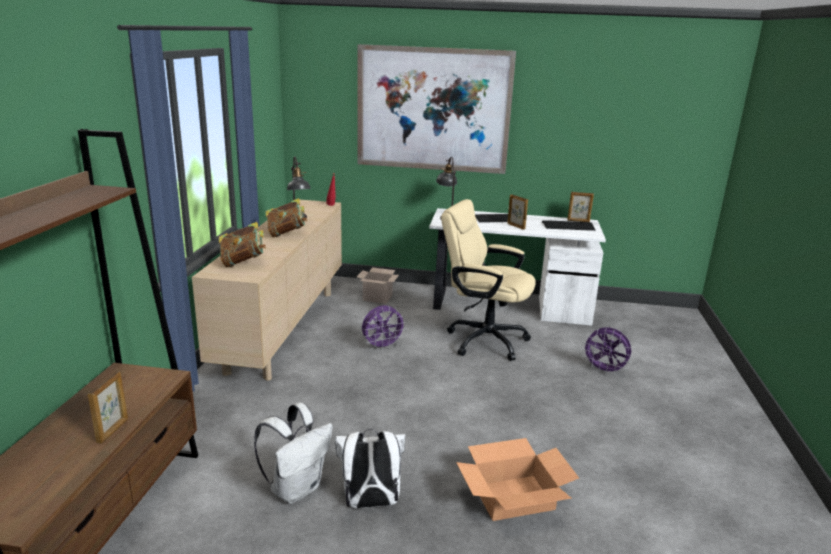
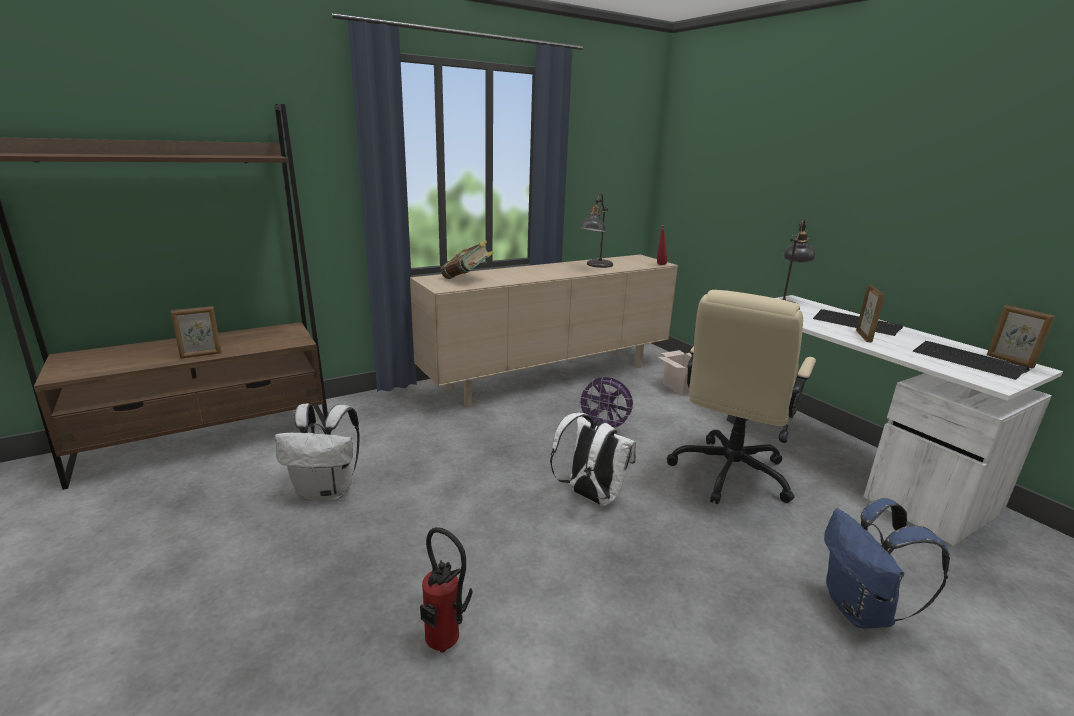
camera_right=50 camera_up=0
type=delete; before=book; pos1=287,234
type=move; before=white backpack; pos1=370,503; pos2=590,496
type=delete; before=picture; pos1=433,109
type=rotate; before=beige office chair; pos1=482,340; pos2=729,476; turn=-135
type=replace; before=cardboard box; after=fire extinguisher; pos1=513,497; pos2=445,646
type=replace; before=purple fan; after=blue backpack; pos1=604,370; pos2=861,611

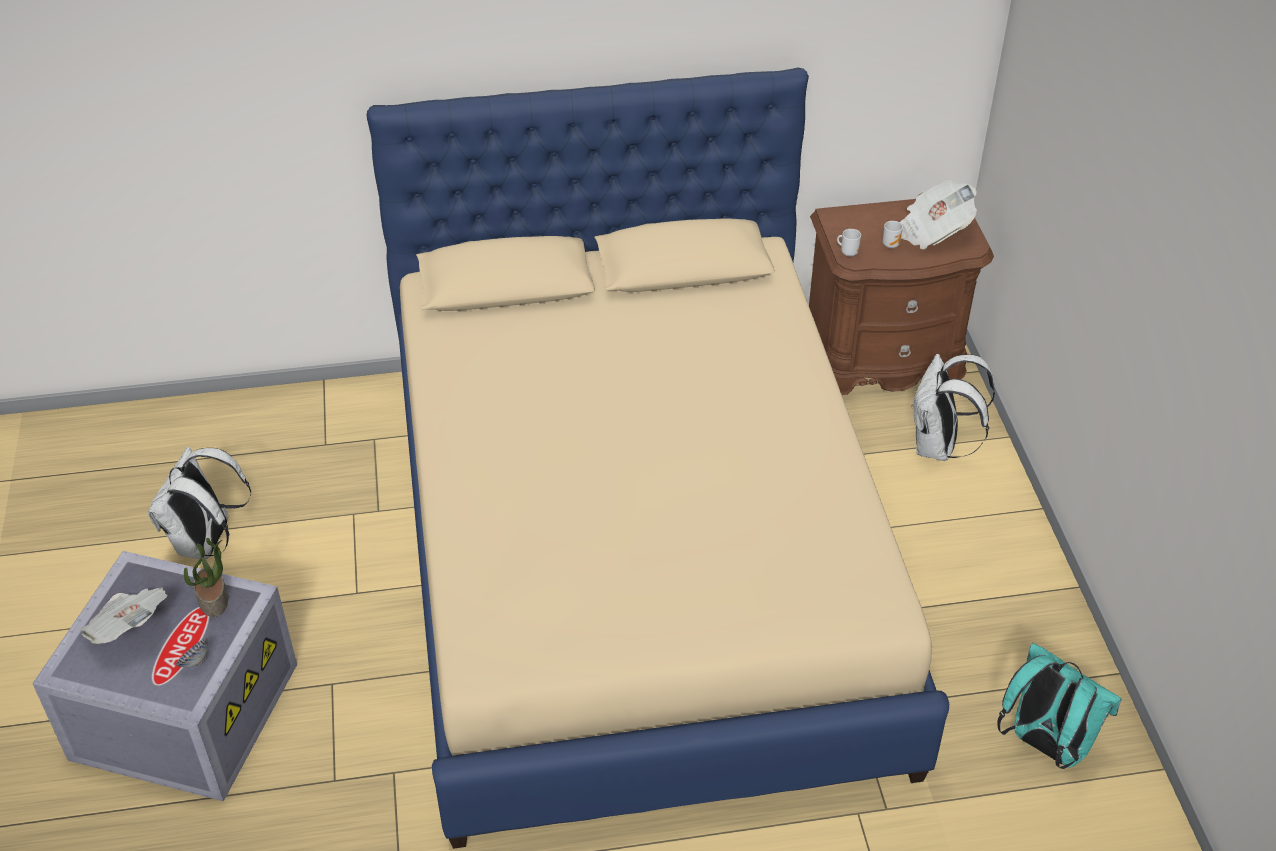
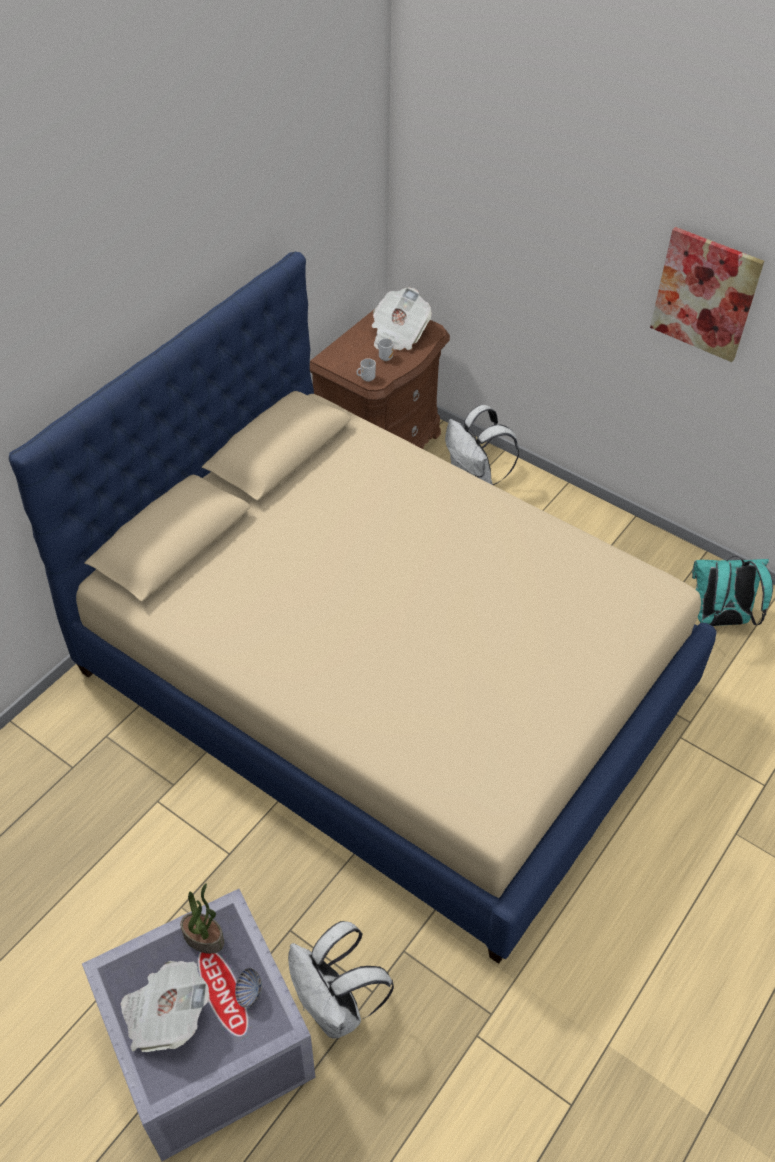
camera_right=-45 camera_up=5
type=move; before=white backpack; pos1=207,543; pos2=336,1008
type=insert; after=picture; pos2=705,294

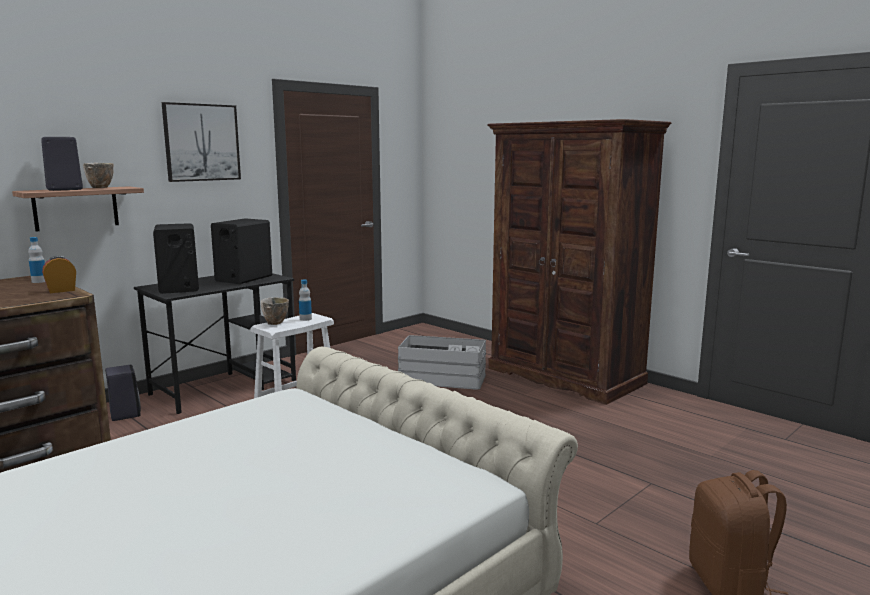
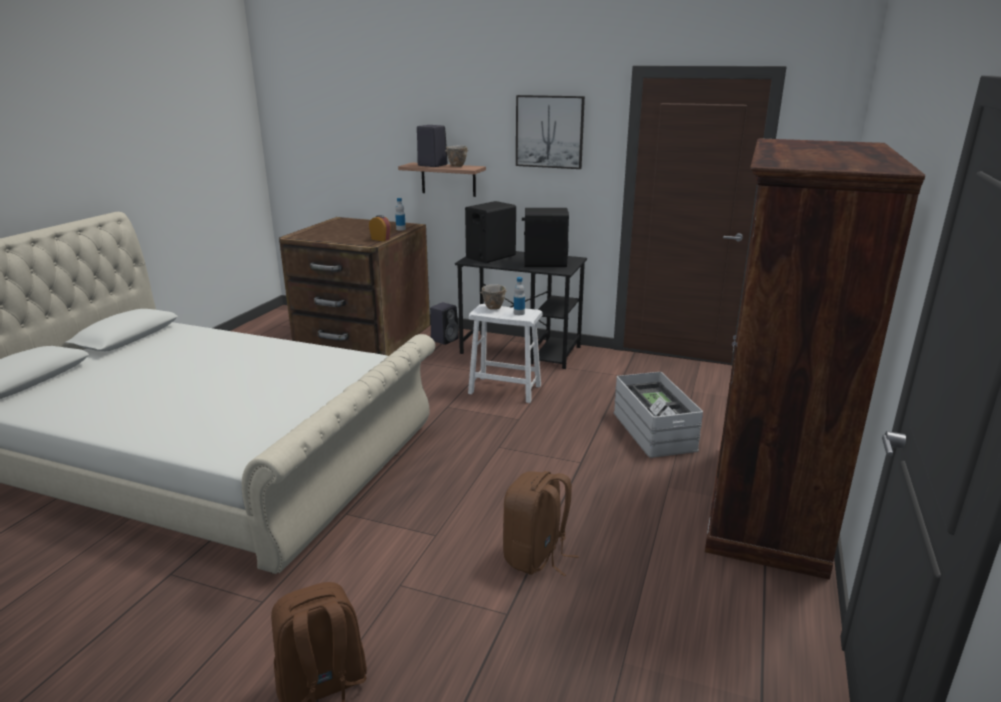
camera_right=65 camera_up=10
type=insert; after=brown backpack; pos2=536,556

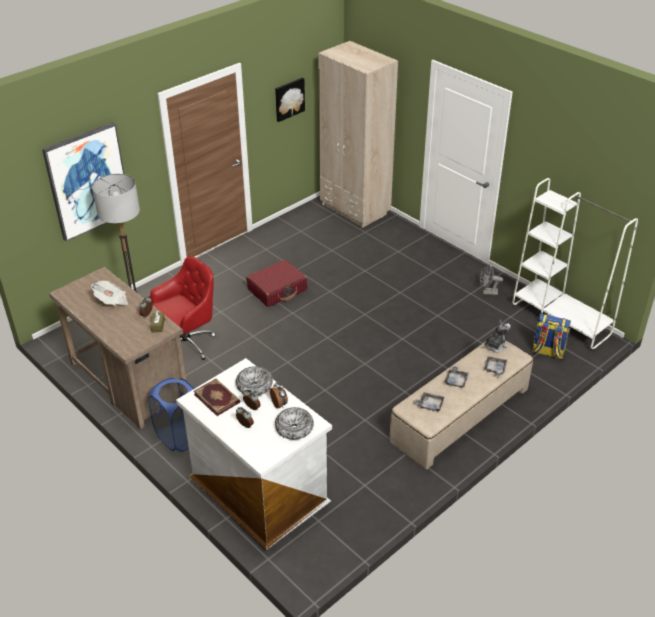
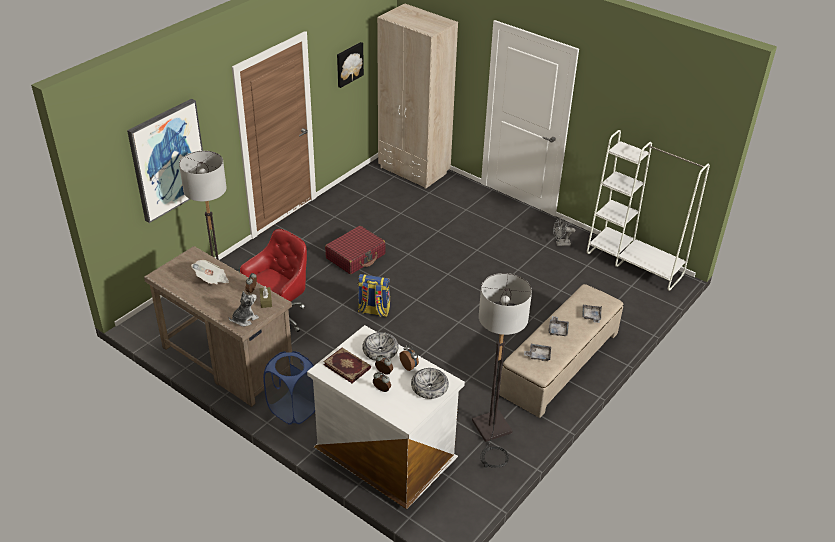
camera_right=-10 camera_up=0
type=move; before=plush toy; pos1=495,346; pos2=244,319
type=move; before=backpack; pos1=547,352; pos2=373,310
type=insert; after=floor lamp; pos2=492,436

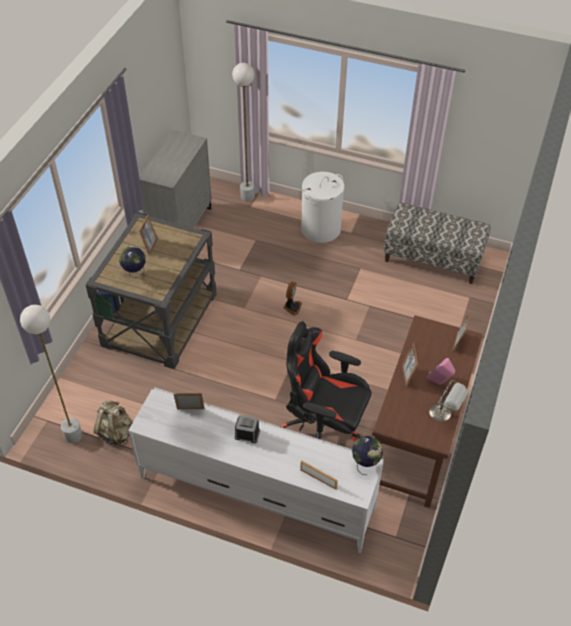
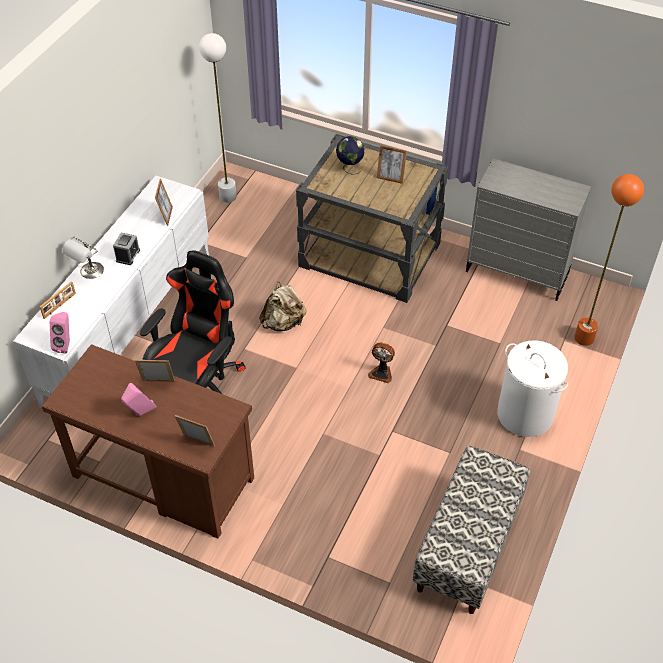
camera_right=95 camera_up=0
type=move; before=beige backpack; pos1=116,432; pos2=283,322
type=recolor; before=white floor lamp; after=orange floor lamp; pos1=247,197; pos2=584,338
type=replace; before=globe; after=pink speaker; pos1=365,463; pos2=65,344
type=move; before=white table lamp; pos1=444,413; pos2=89,273

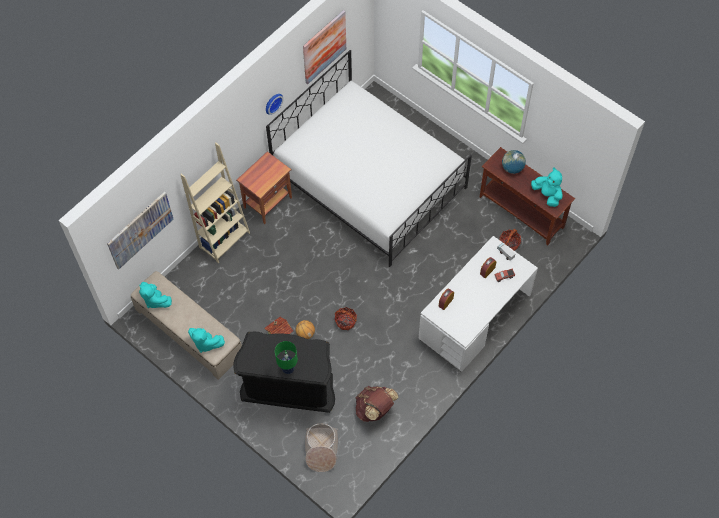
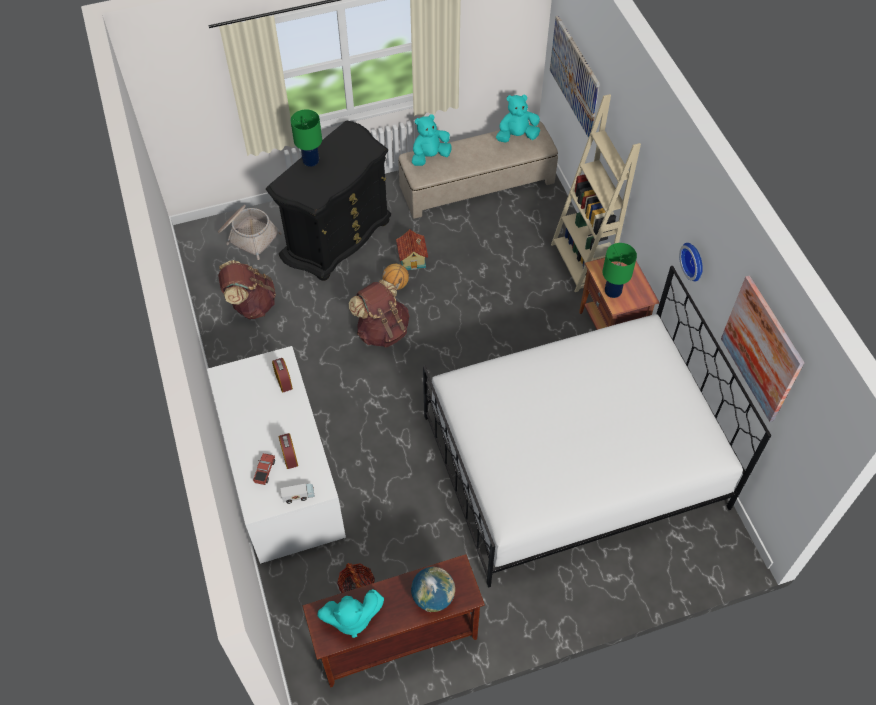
camera_right=120 camera_up=-5
type=replace; before=basket; after=brown backpack; pos1=345,321; pos2=382,330
type=insert; after=green table lamp; pos2=613,293

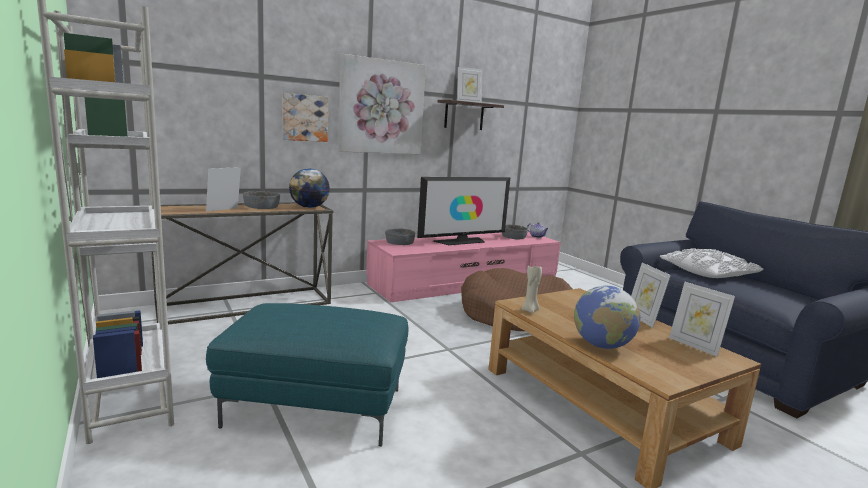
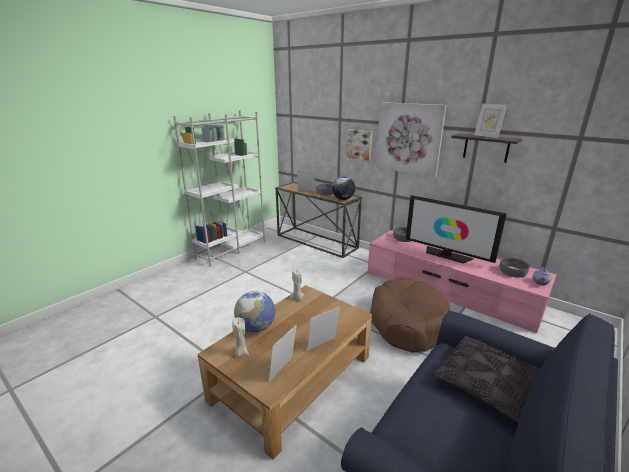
camera_right=70 camera_up=10
type=delete; before=turquoise ottoman; pos1=314,408
type=recolor; before=white pillow; after=black pillow; pos1=708,273; pos2=485,383
type=insert; after=beige candle; pos2=241,353

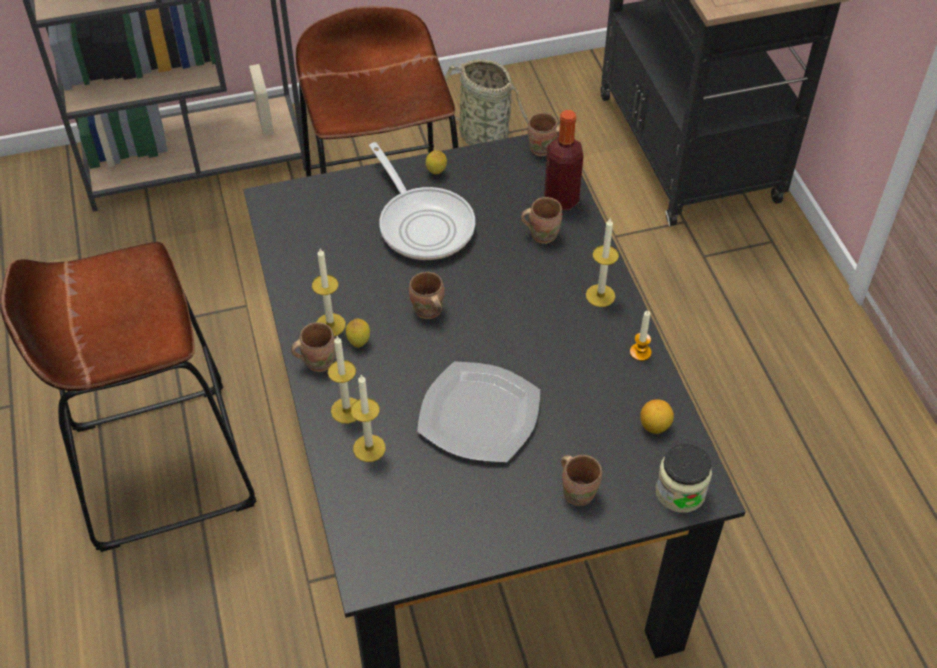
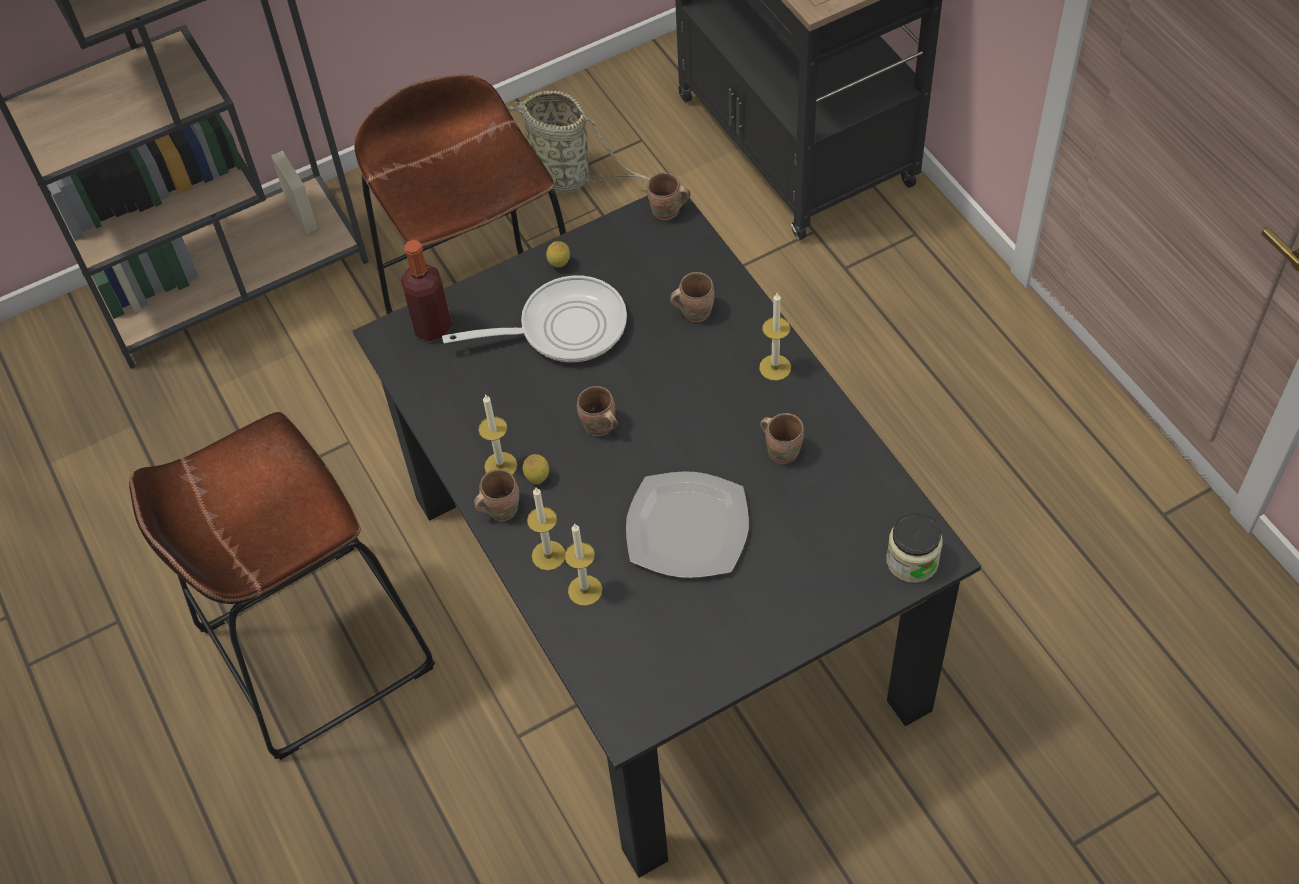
camera_right=-10 camera_up=5
type=rotate; before=frying pan; pos1=423,224; pos2=563,328; turn=-60
type=move; before=bottle; pos1=561,200; pos2=432,327
type=move; before=brown mug; pos1=579,491; pos2=782,449
type=delete; before=candle; pos1=640,352
type=delete; before=lemon; pos1=655,426

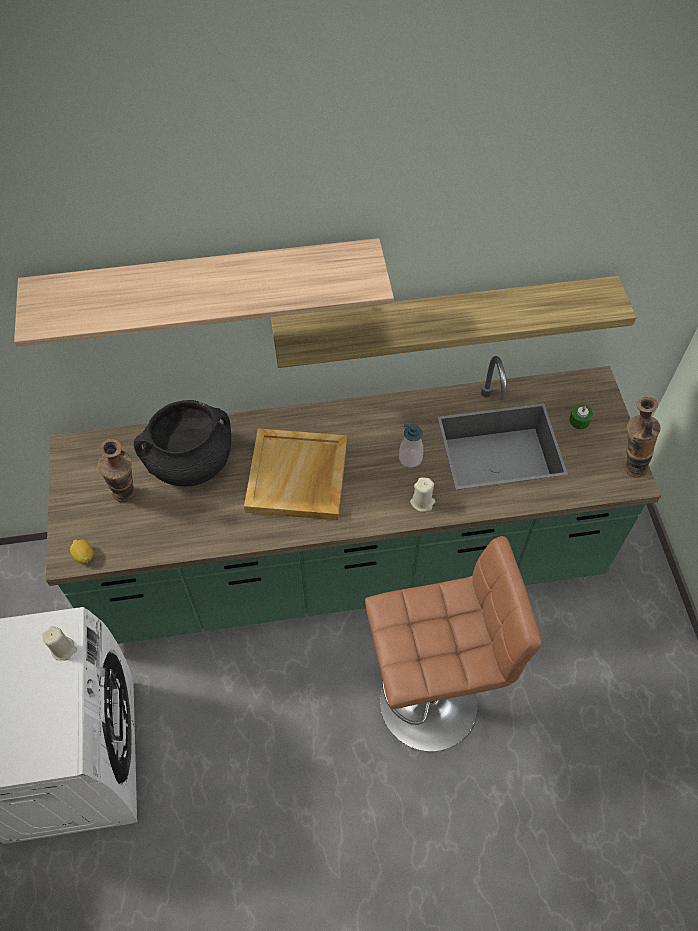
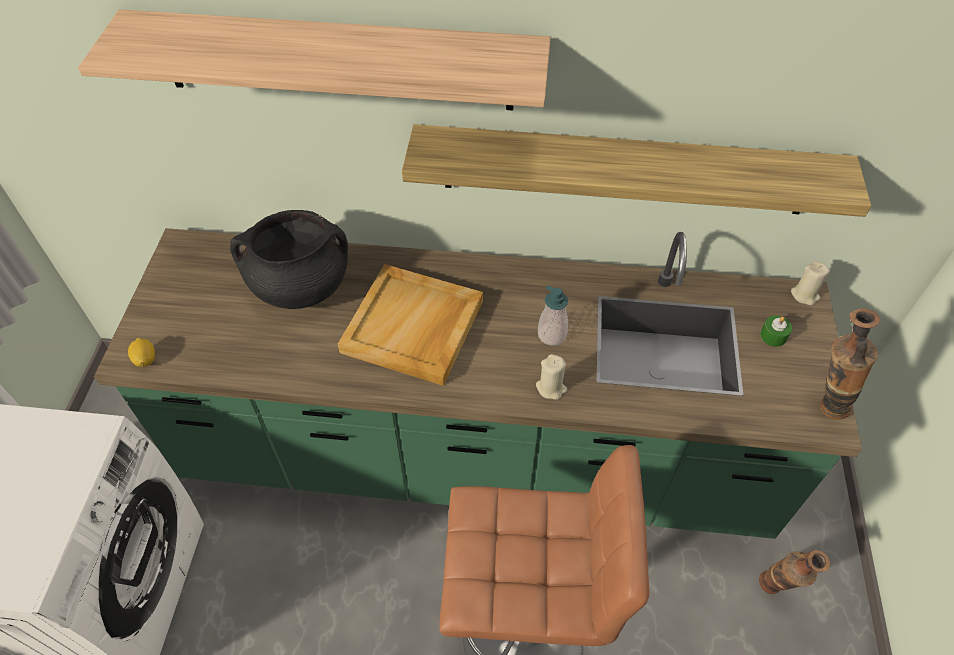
camera_right=15 camera_up=-5
type=move; before=beige candle; pos1=63,649; pos2=805,295
type=move; before=vase; pos1=128,498; pos2=774,590

